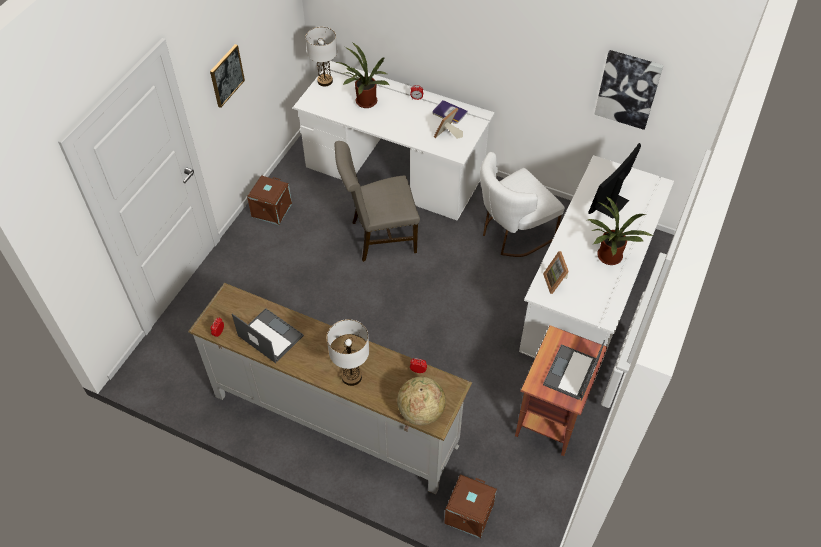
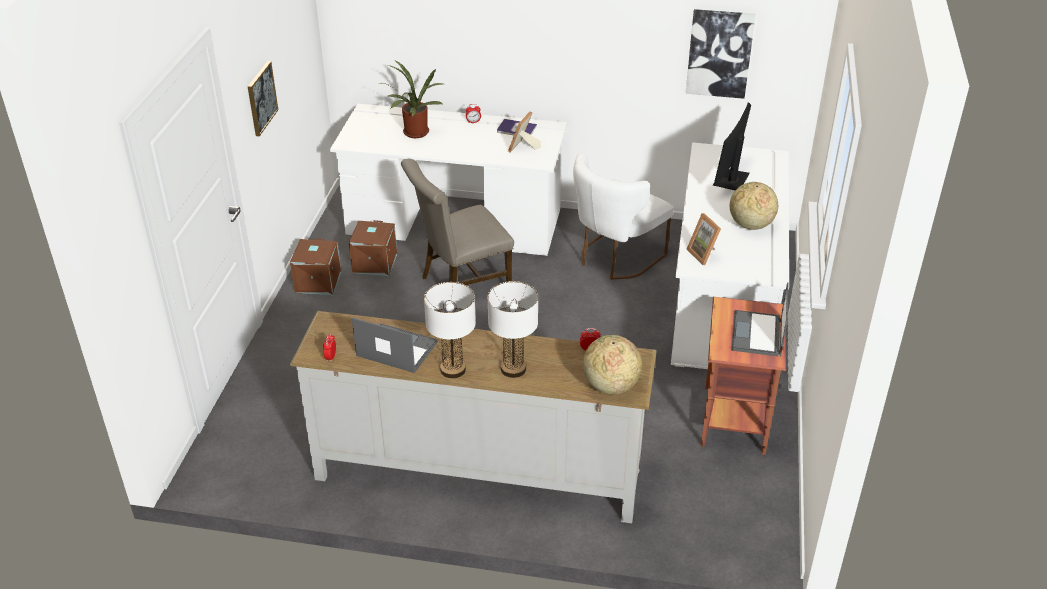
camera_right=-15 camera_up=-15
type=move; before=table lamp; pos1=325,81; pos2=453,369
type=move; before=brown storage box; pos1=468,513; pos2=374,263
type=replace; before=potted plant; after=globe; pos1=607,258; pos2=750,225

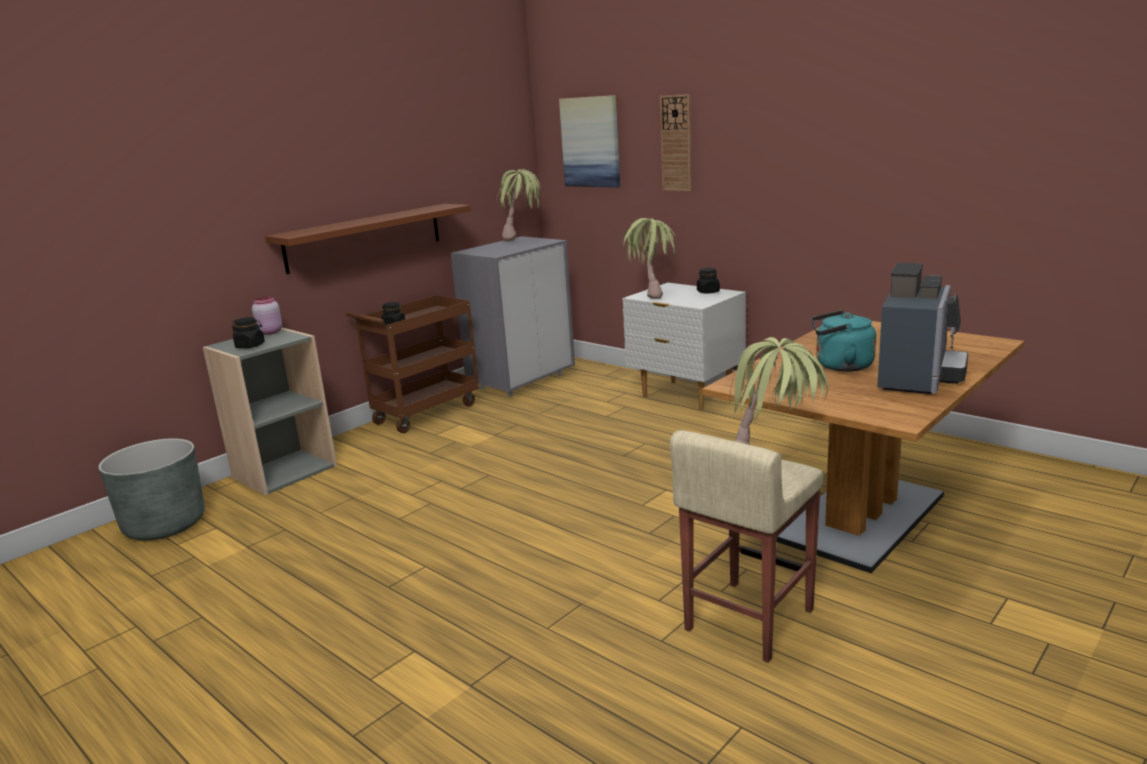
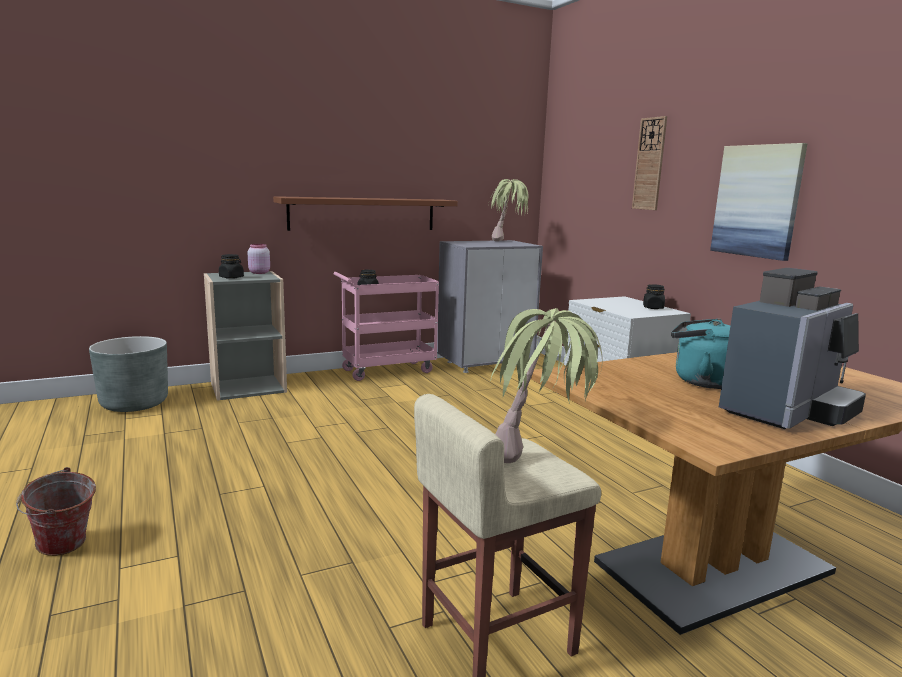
camera_right=20 camera_up=-5
type=recolor; before=brown cart; after=pink cart; pos1=424,415; pos2=386,372
type=move; before=picture; pos1=591,142; pos2=757,201
type=delete; before=potted plant; pos1=651,294
type=insert; after=bucket; pos2=64,549

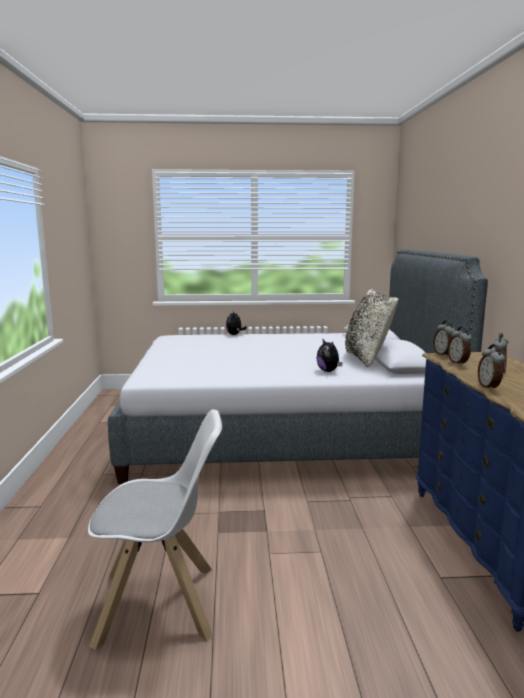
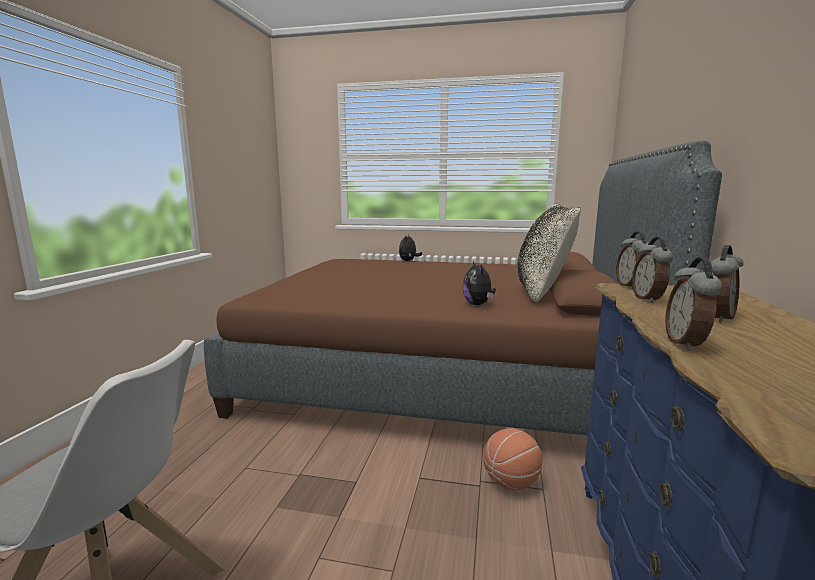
camera_right=15 camera_up=0
type=recolor; before=grey bed; after=brown bed; pos1=283,431; pos2=442,375
type=insert; after=basketball; pos2=511,482

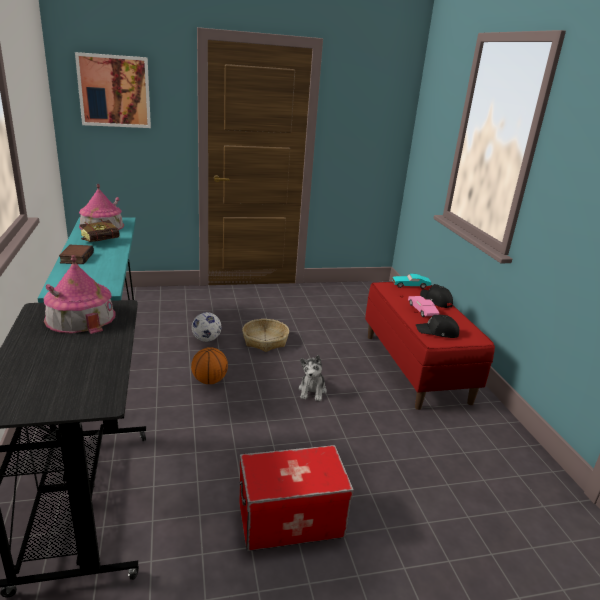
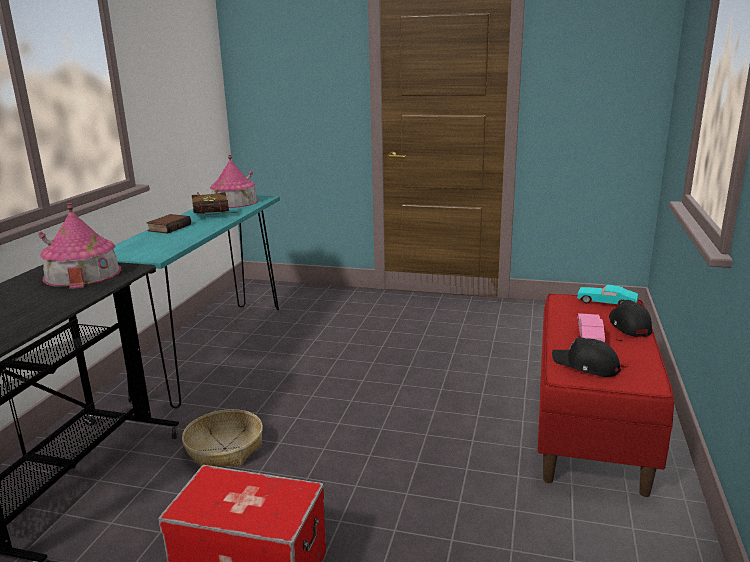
camera_right=30 camera_up=-5
type=delete; before=picture; pos1=114,91
type=delete; before=basketball; pos1=209,381
type=delete; before=football; pos1=206,339
type=move; before=basket; pos1=265,340; pos2=225,448
type=delete; before=plush toy; pos1=312,391

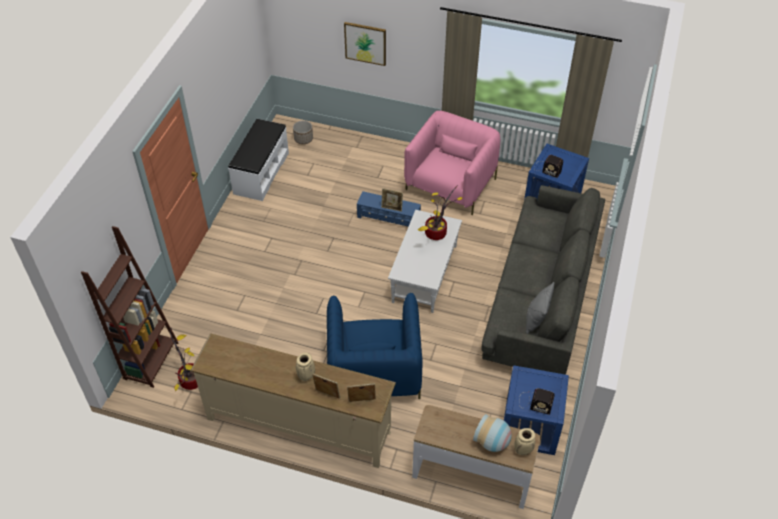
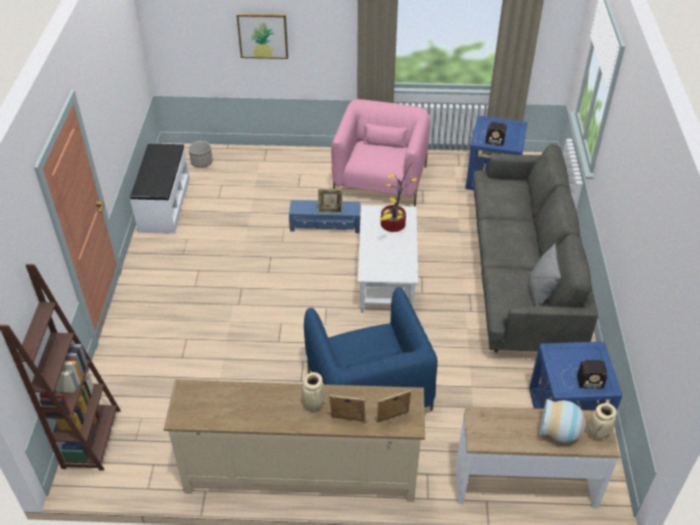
camera_right=-15 camera_up=-5
type=delete; before=potted plant; pos1=189,379

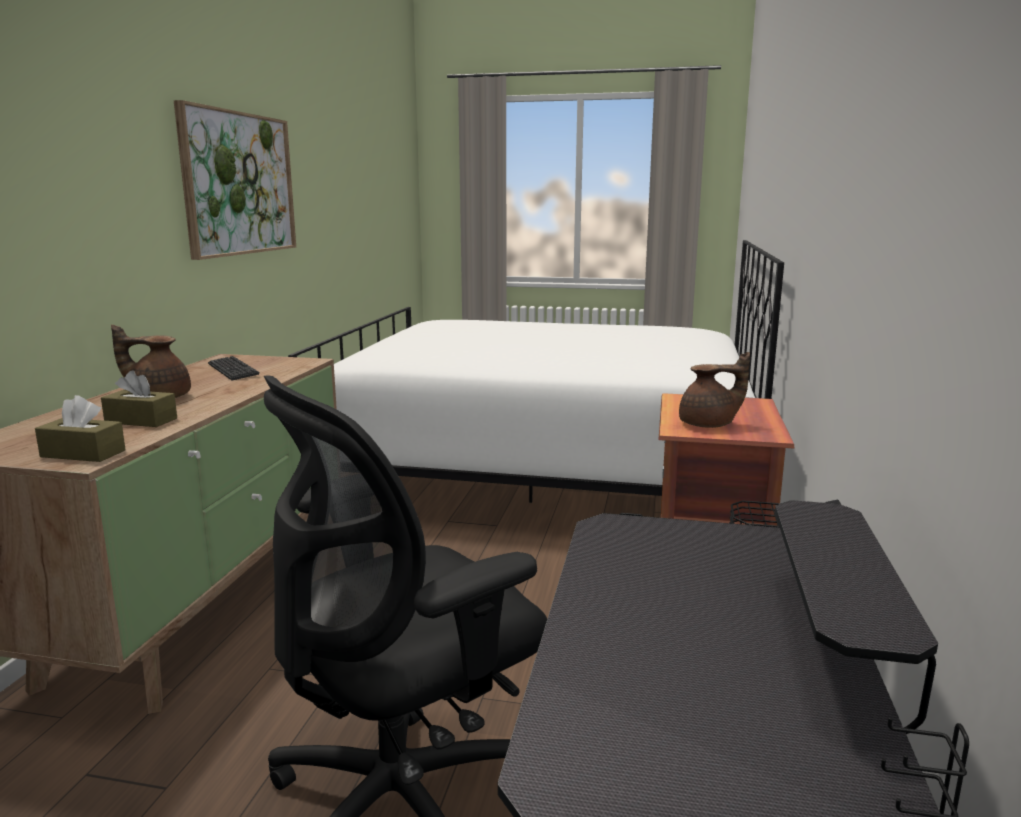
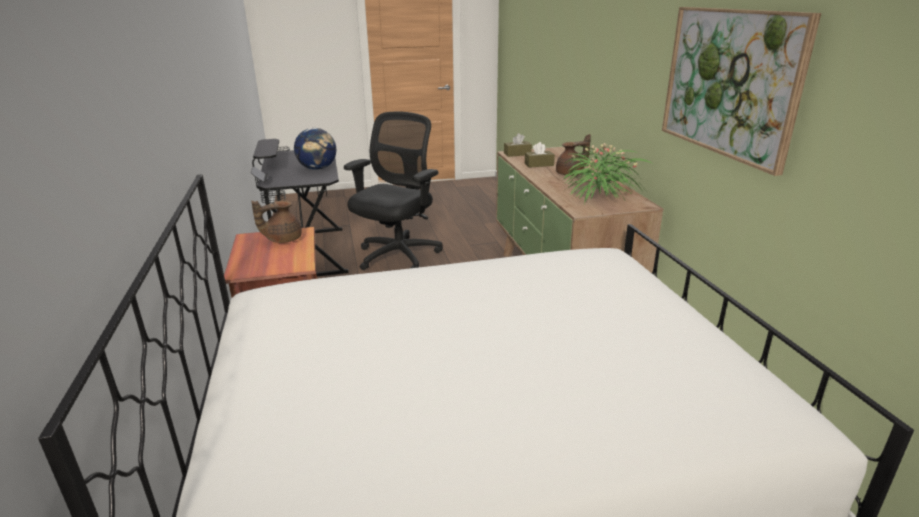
camera_right=155 camera_up=10
type=replace; before=keyboard; after=potted plant; pos1=233,370; pos2=598,194
type=insert; after=globe; pos2=318,169

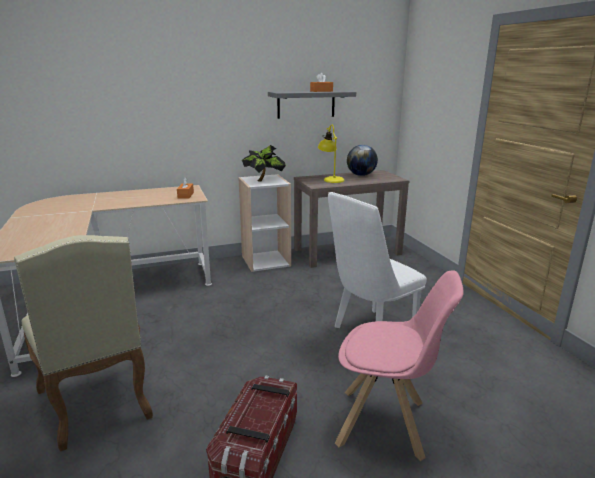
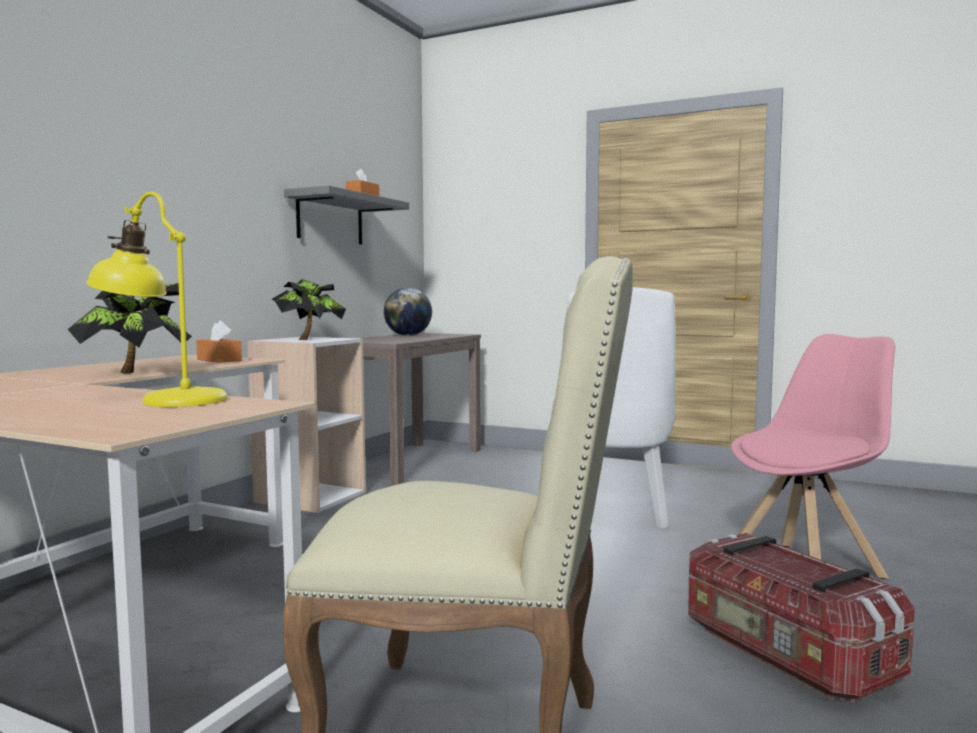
camera_right=-45 camera_up=-15
type=move; before=yellow table lamp; pos1=330,178; pos2=160,398
type=insert; after=potted plant; pos2=136,373

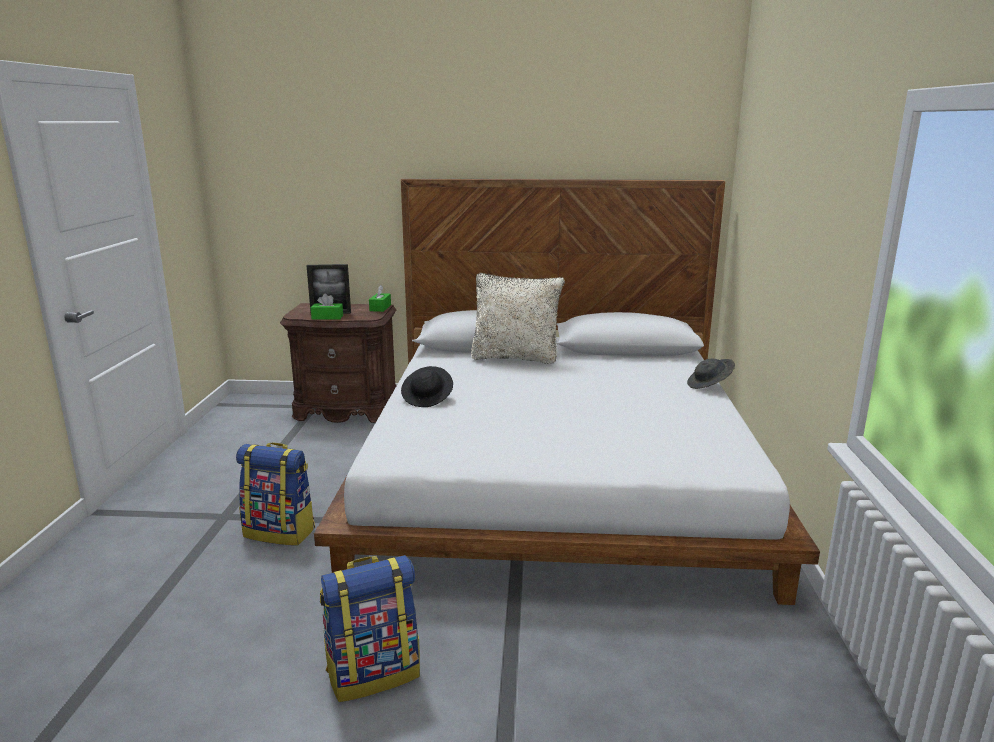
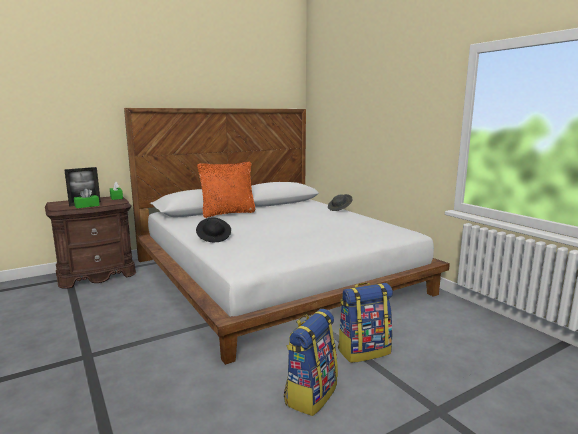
camera_right=-35 camera_up=-5
type=move; before=backpack; pos1=281,532; pos2=364,351
type=recolor; before=beige pillow; after=orange pillow; pos1=516,359; pos2=228,214

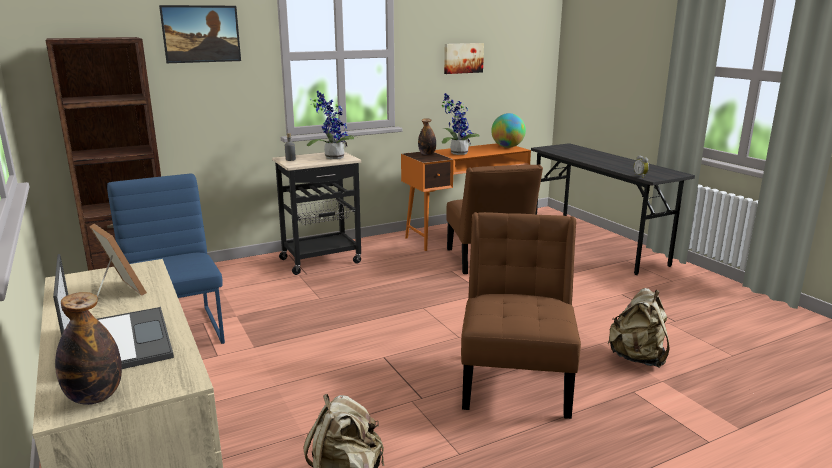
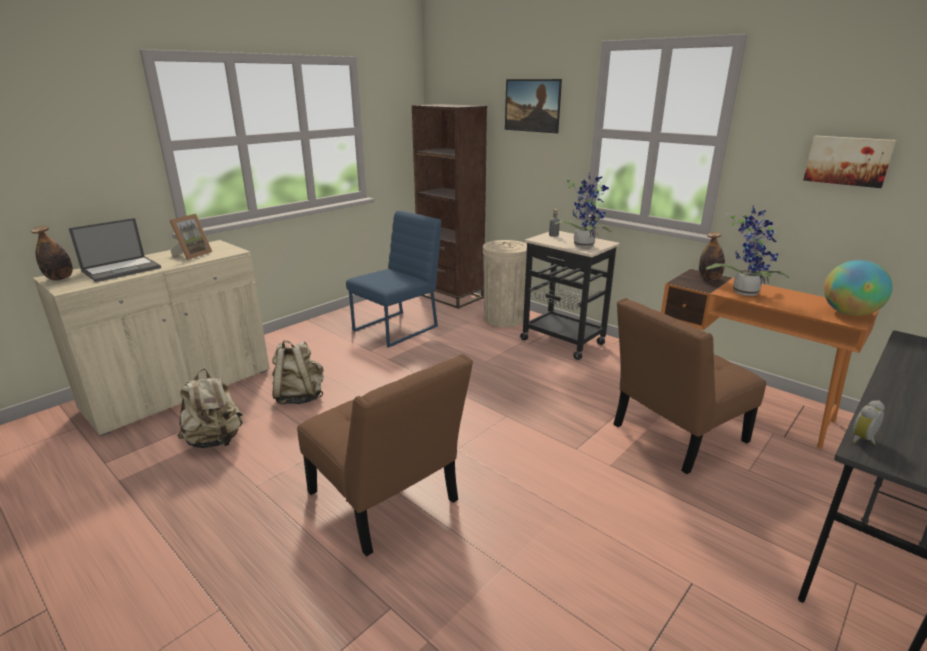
camera_right=70 camera_up=5
type=rotate; before=brown chair; pos1=516,379; pos2=387,502; turn=60
type=move; before=beige backpack; pos1=637,358; pos2=299,397
type=insert; after=beige trash can; pos2=504,318

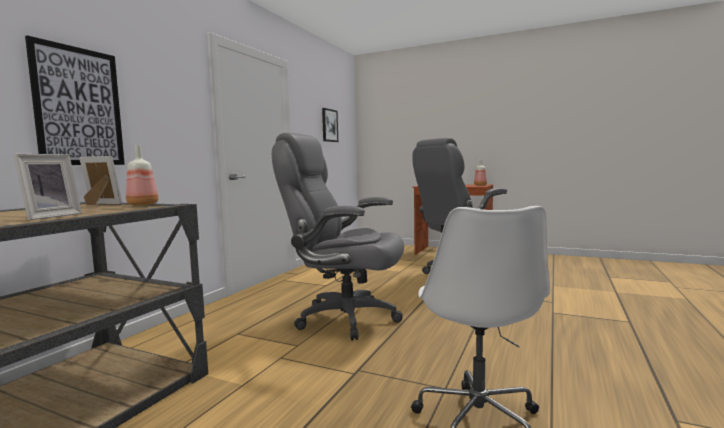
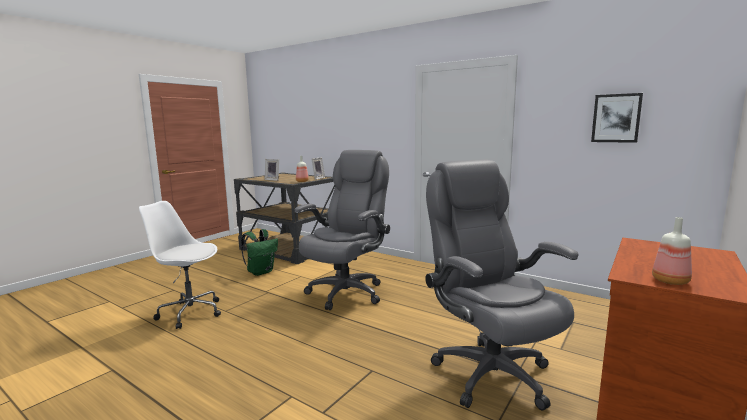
camera_right=100 camera_up=5
type=delete; before=picture; pos1=78,107
type=insert; after=green backpack; pos2=261,272

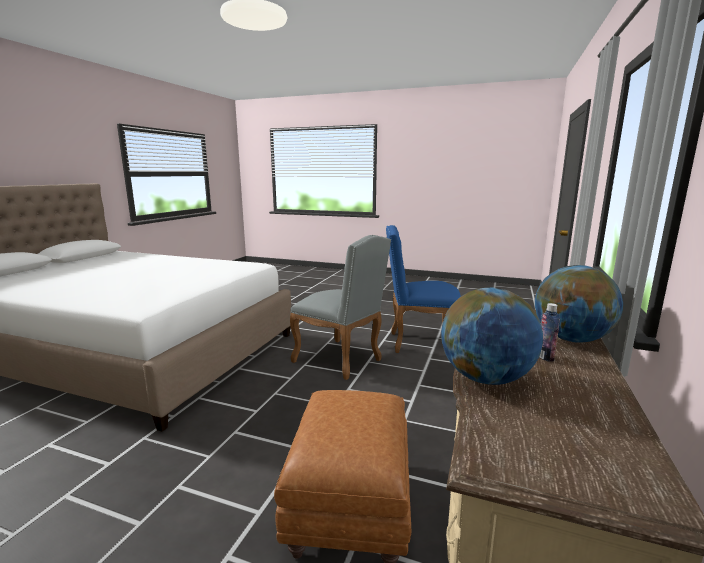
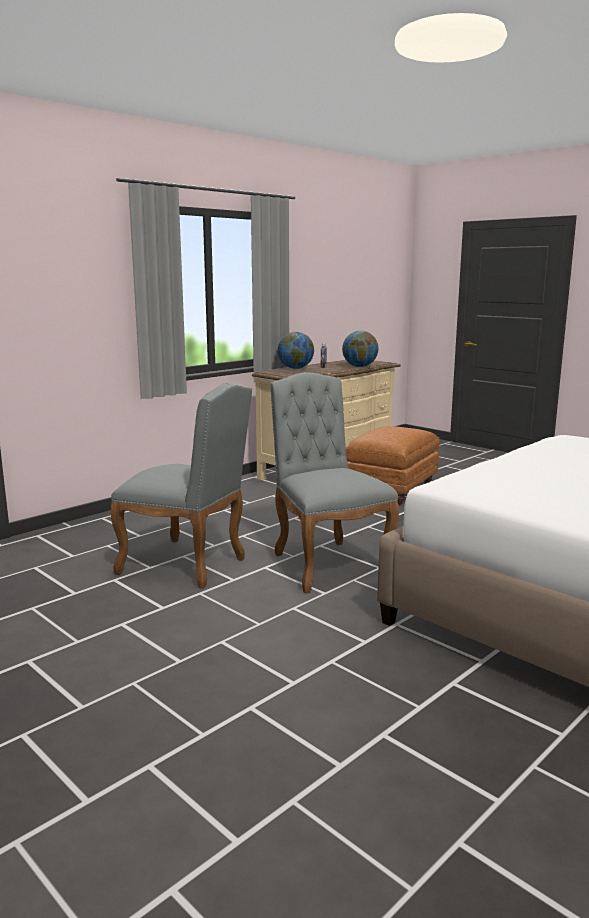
camera_right=-155 camera_up=0
type=recolor; before=blue chair; after=grey chair; pos1=421,342; pos2=187,565

